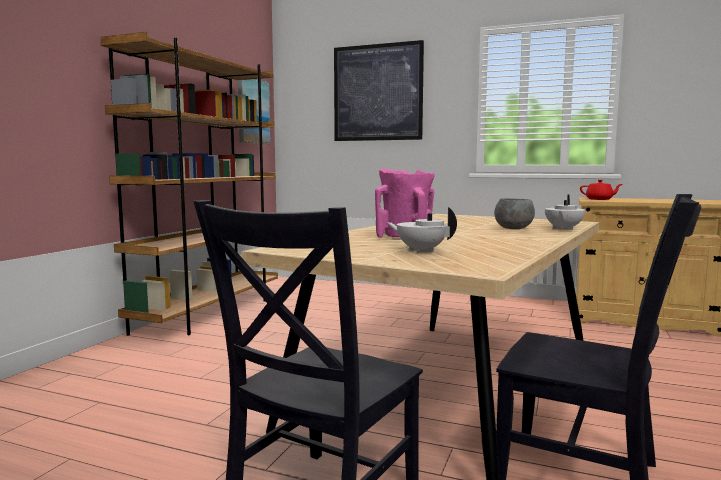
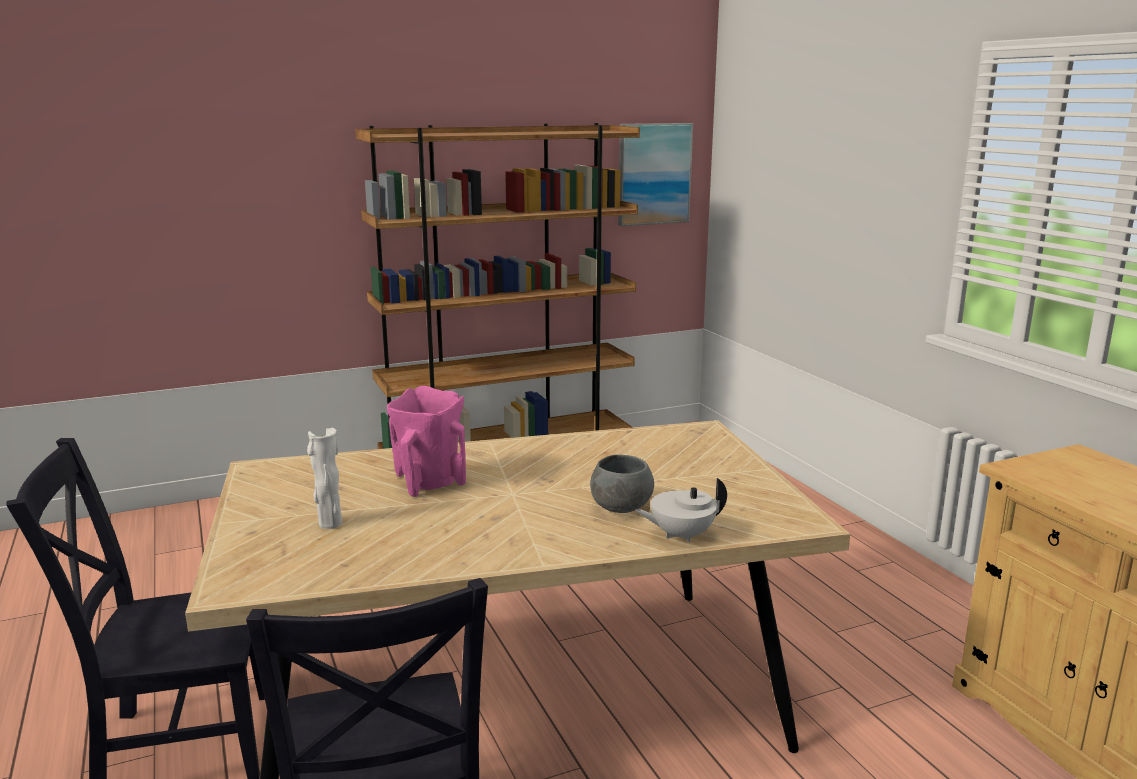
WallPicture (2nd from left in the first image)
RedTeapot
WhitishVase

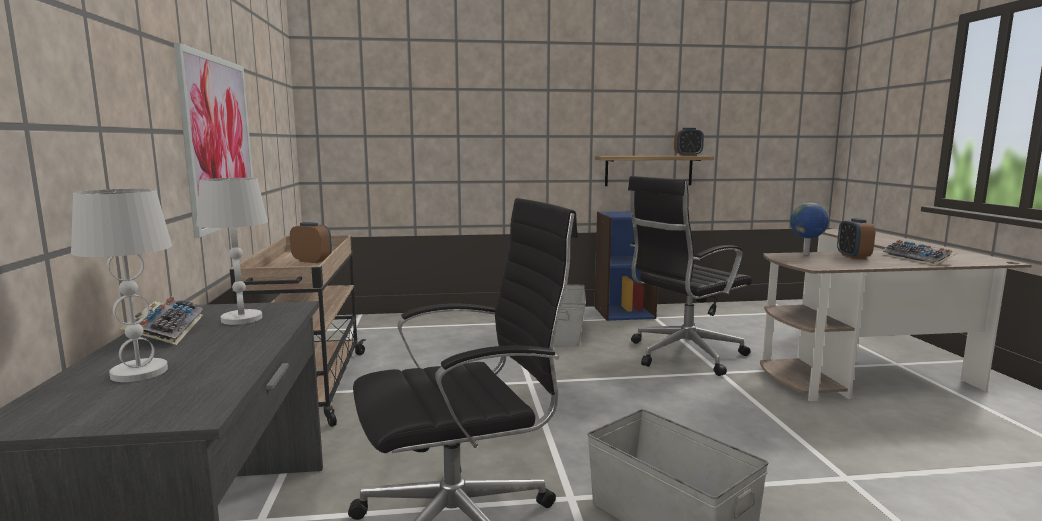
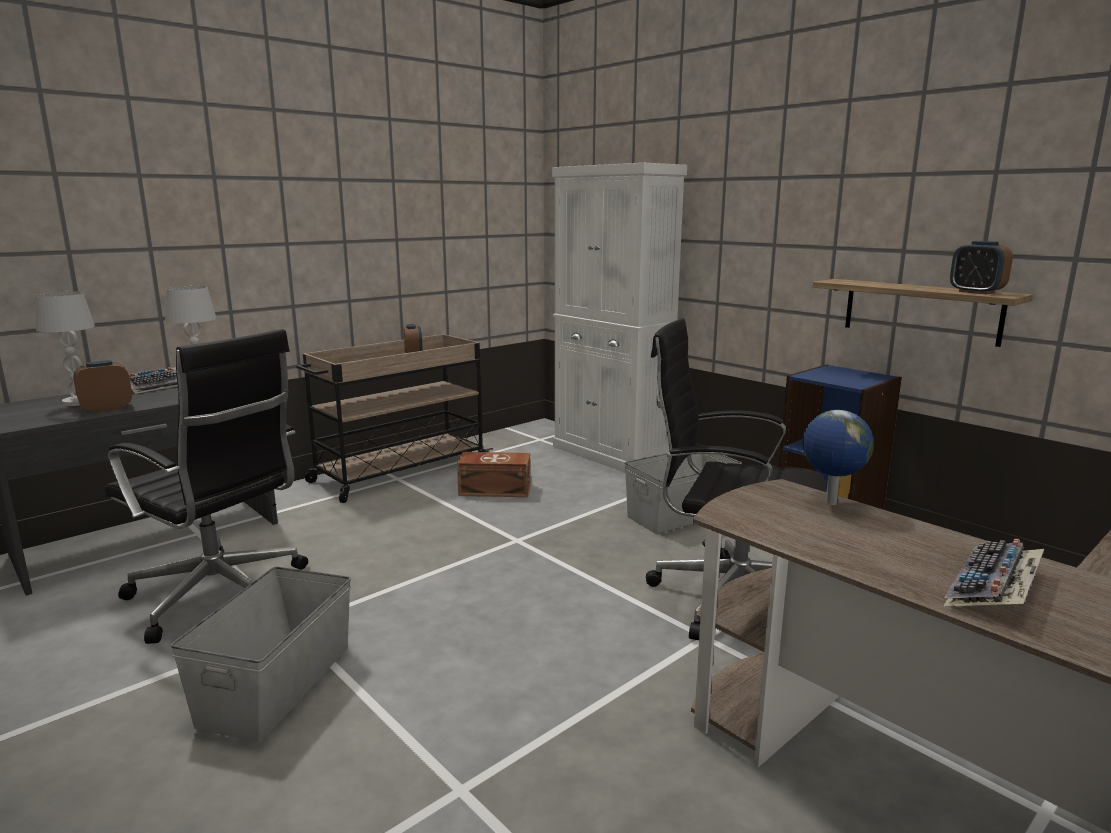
WallPicture
BrownishStorageContainer
WhitishCabinet
BedsideClock (1st from left)

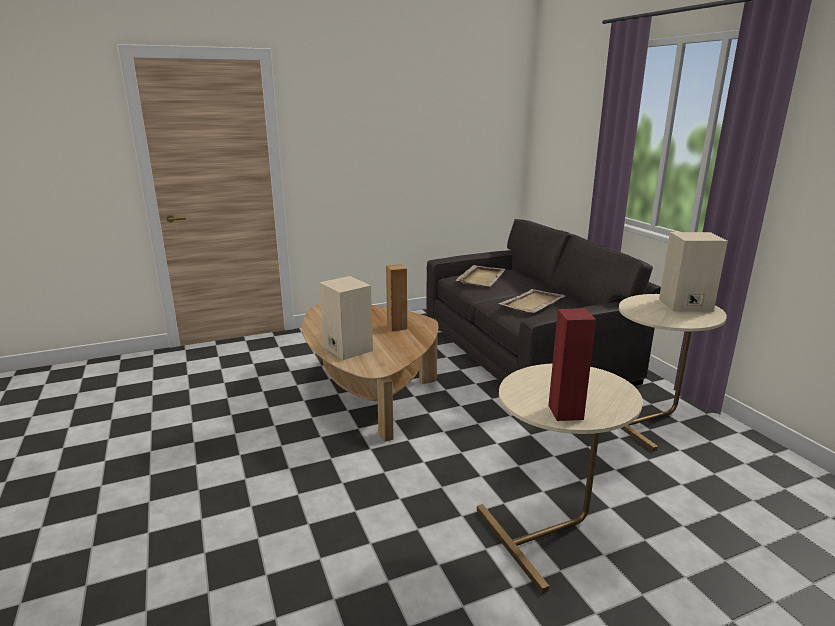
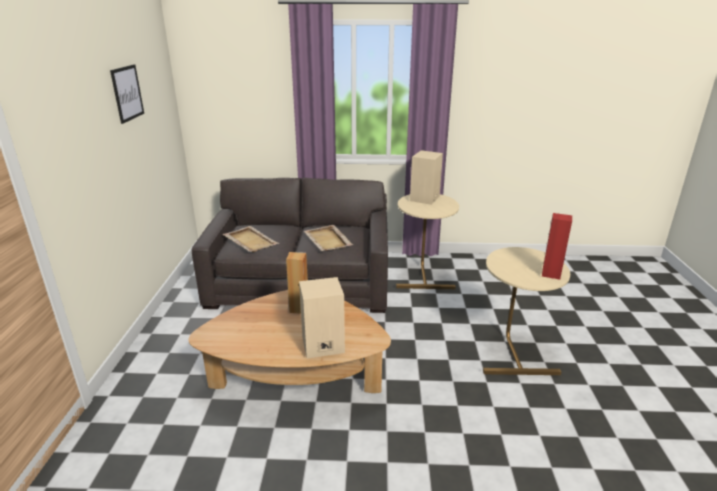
WallPicture

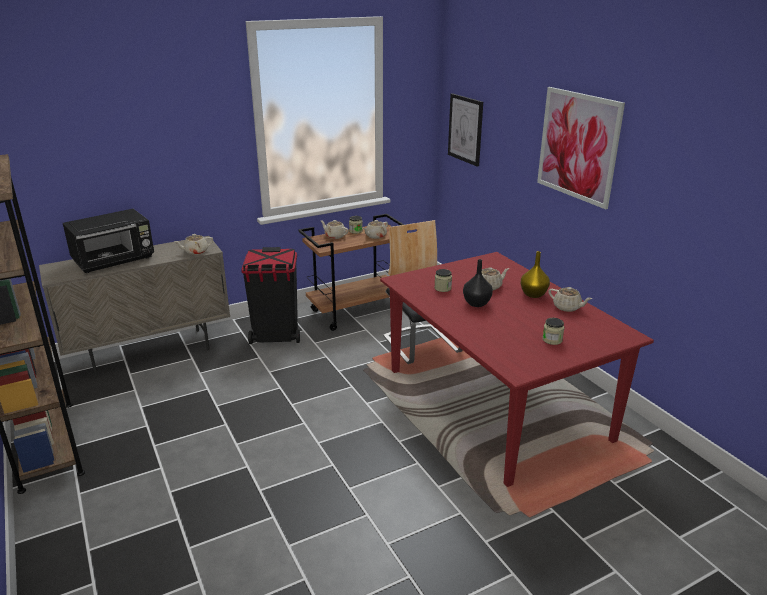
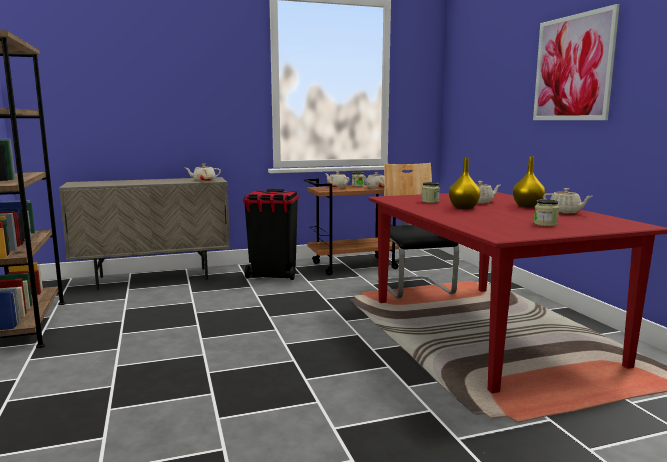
BlackColouredKitchenMicrowave
WallPicture (1st from left in the first image)
YellowishVase (1st from left)

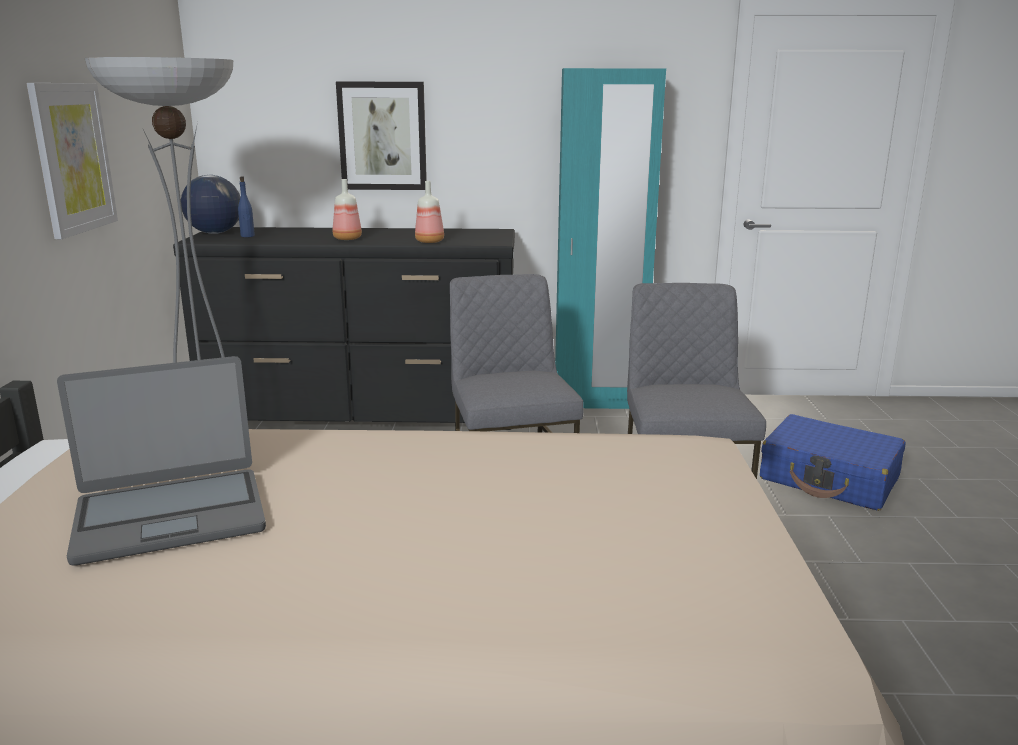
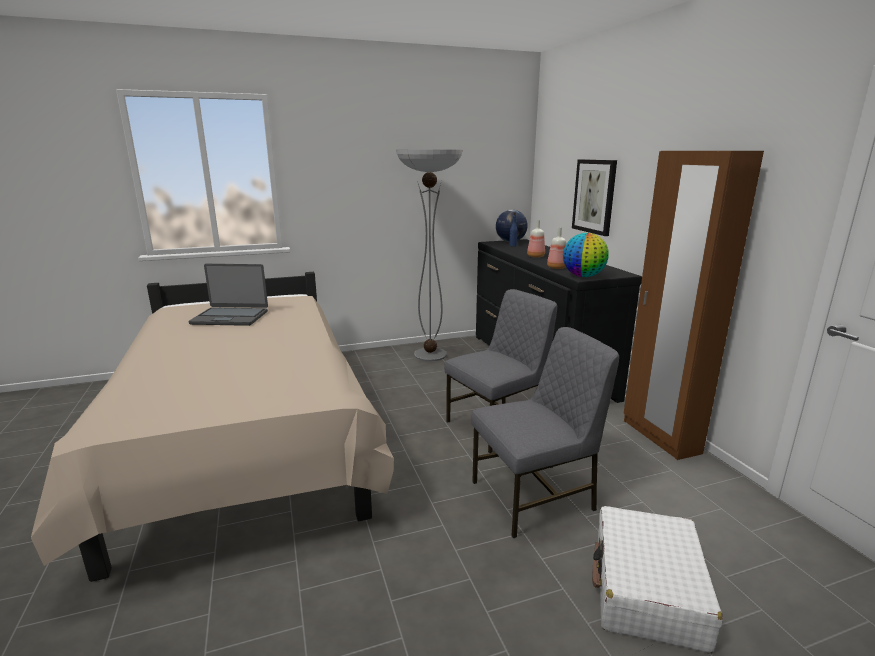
WallPicture (1st from left in the first image)
DeskGlobe (2nd from left)
BrownishWardrobe
WhitishSuitcase
Laptop

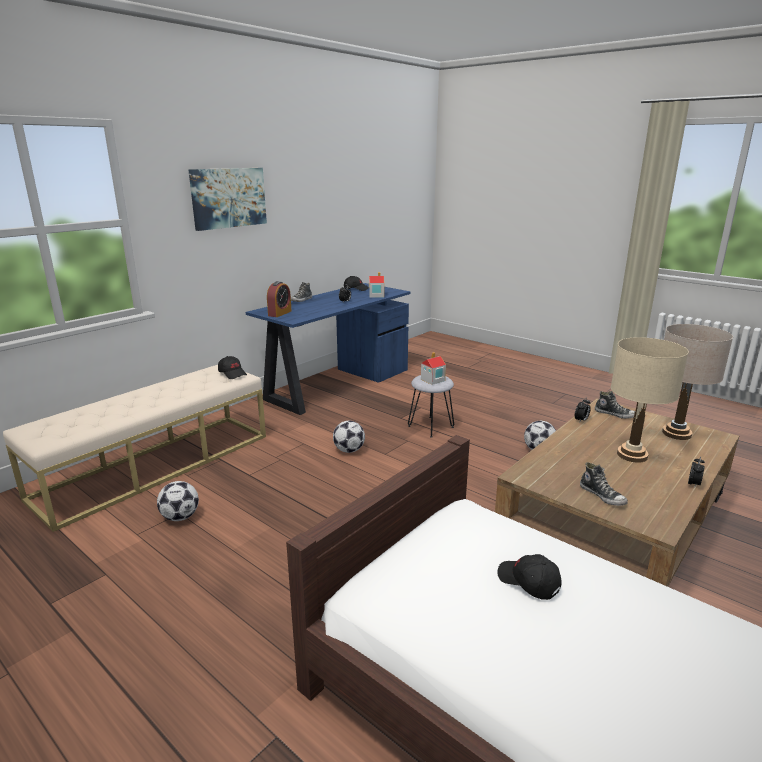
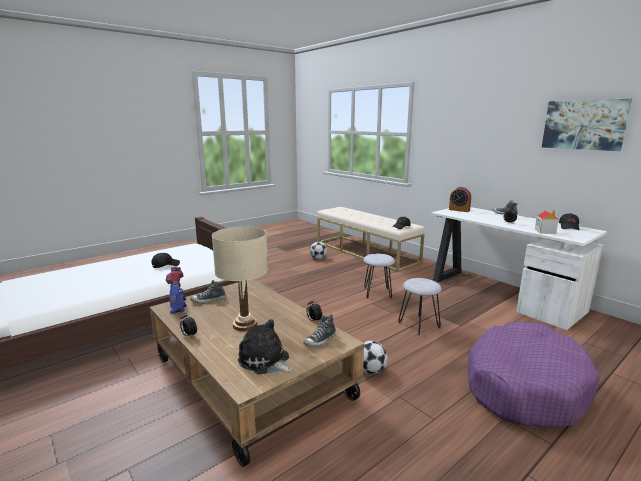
MiniatureHouse (2nd from left in the first image)
RobotFigure
PurpleDogCushion
WallPicture
GraySittingStool (1st from left)
PlushToy
WhitishDesk

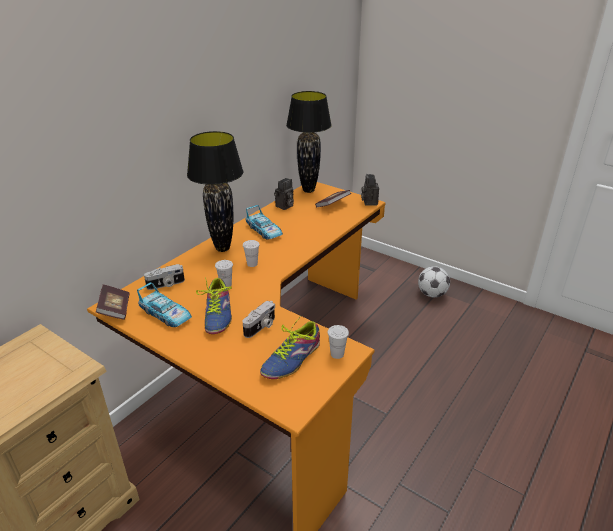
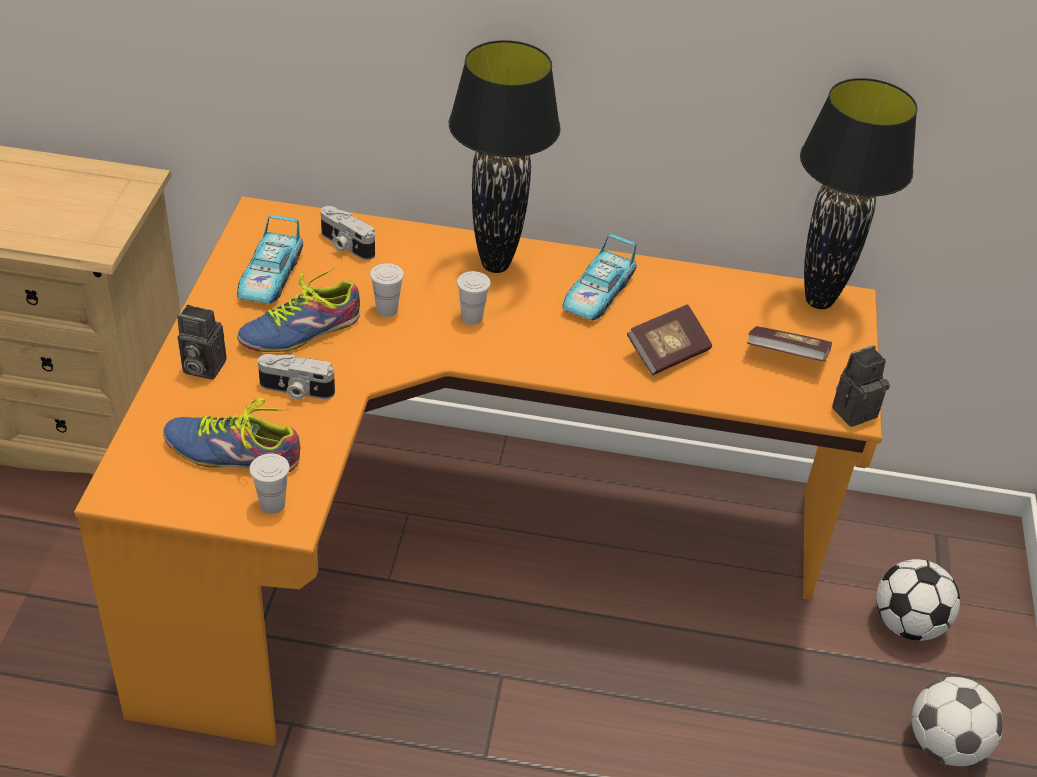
Football (1st from left)
Volume (1st from left)
StillCamera (1st from left)

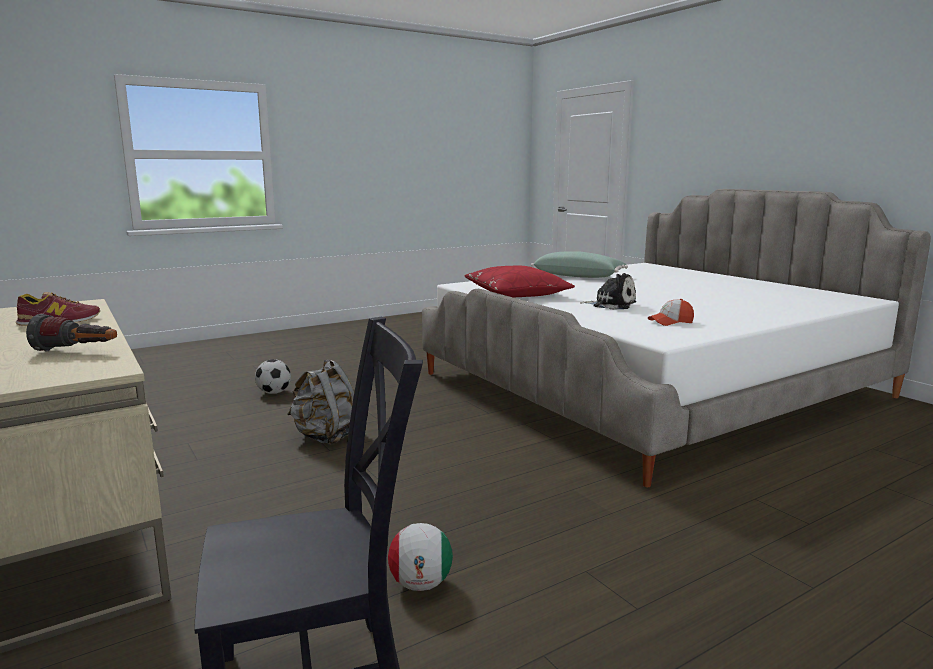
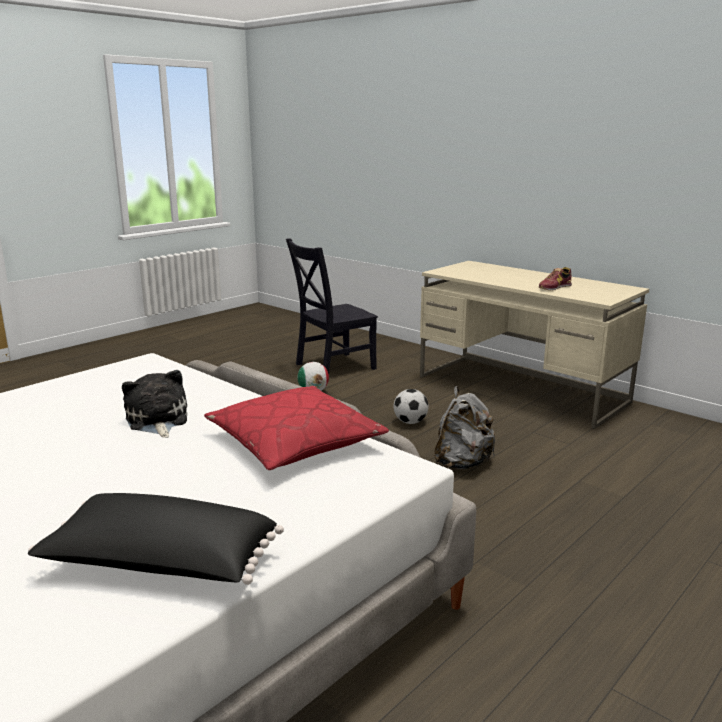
Flashlight
PeakedCap
Football (2nd from left)
BlackColouredThrowPillow
PlushToy

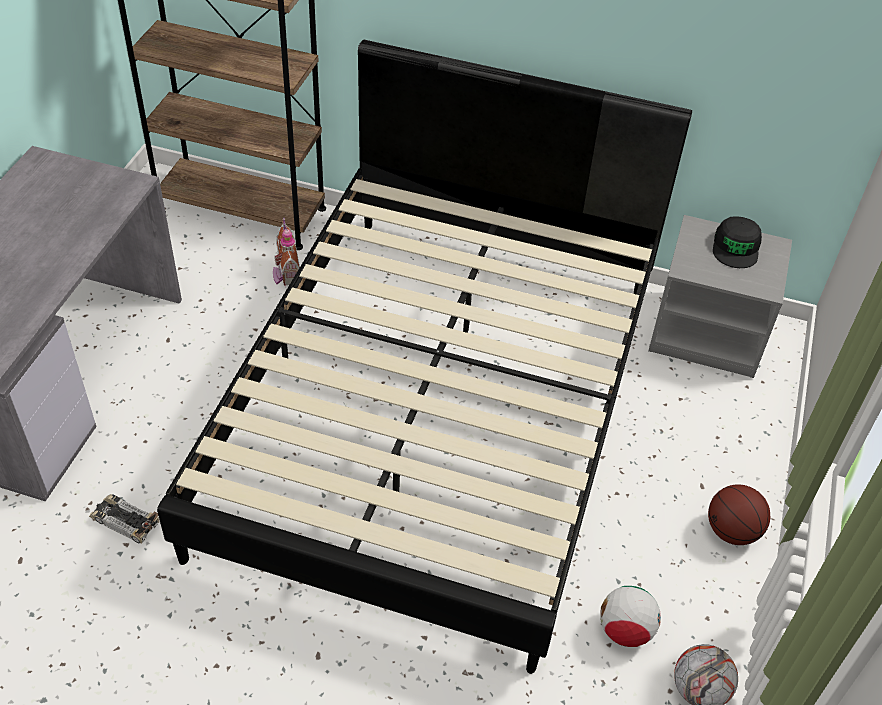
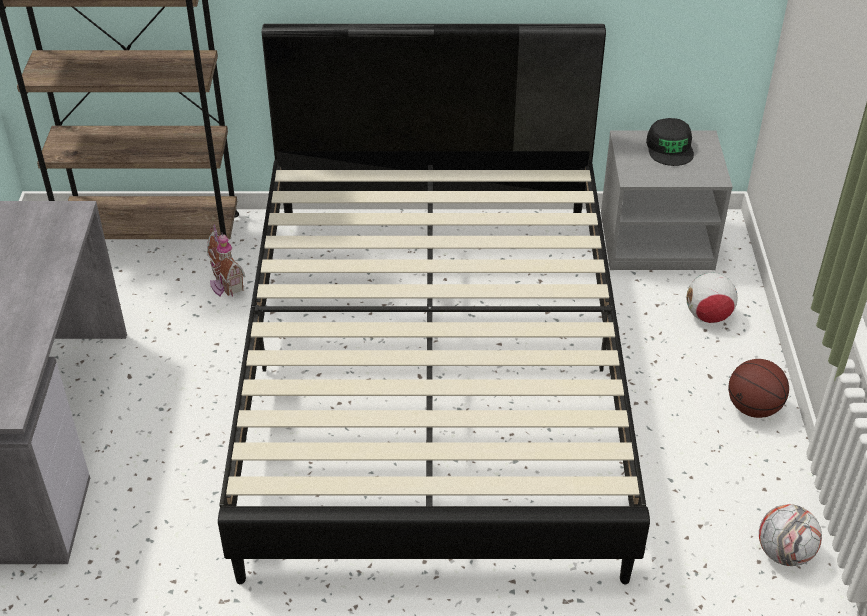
ToyCar
Football (1st from left)

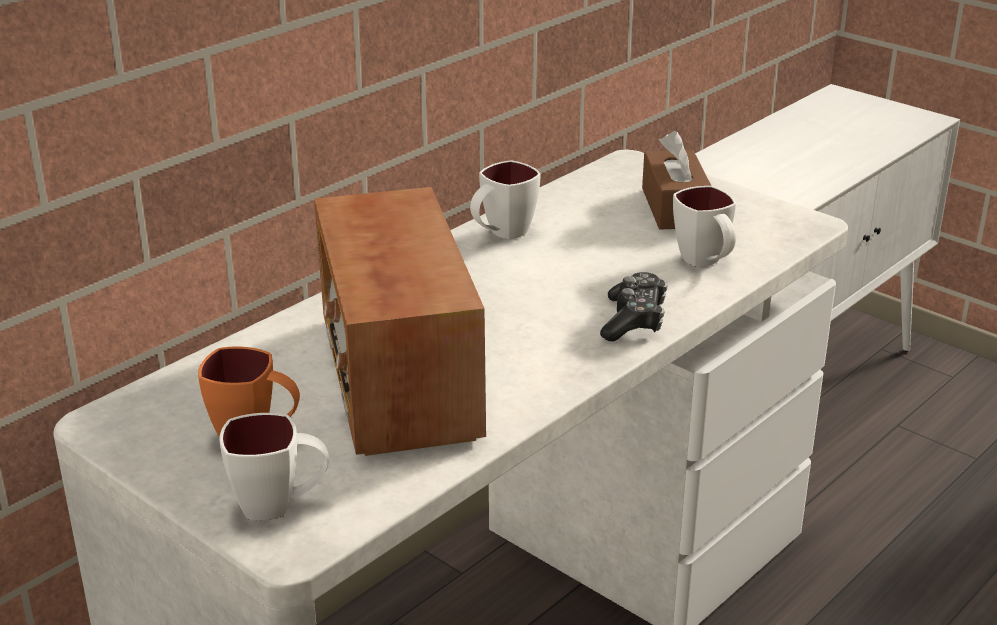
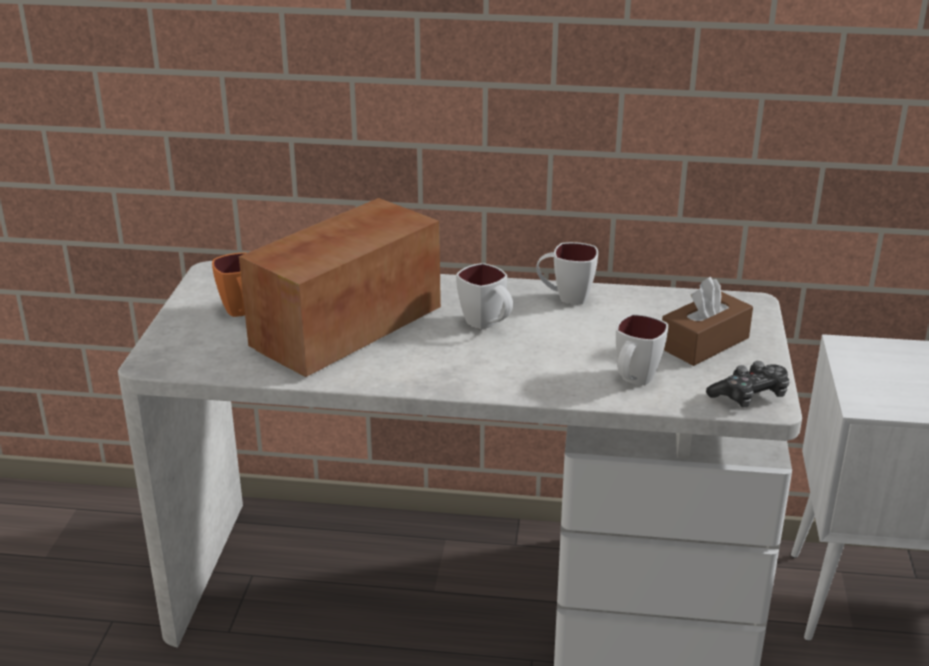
WhitishCoffeeMug (1st from left)
GameController

